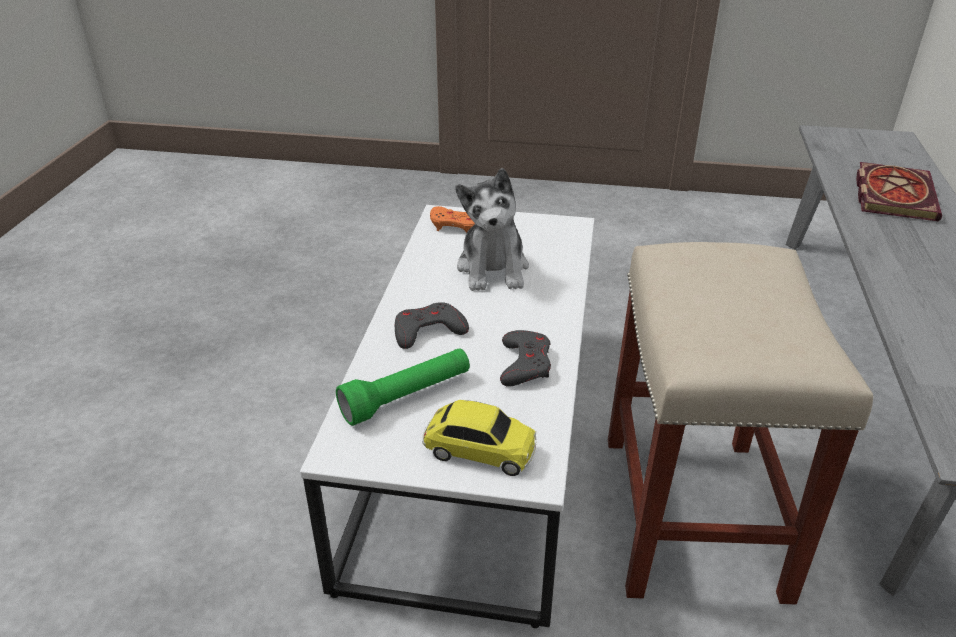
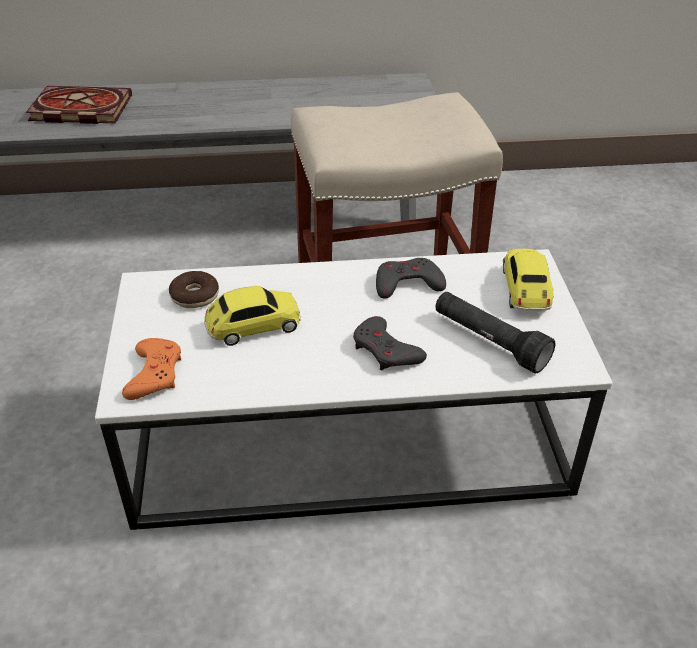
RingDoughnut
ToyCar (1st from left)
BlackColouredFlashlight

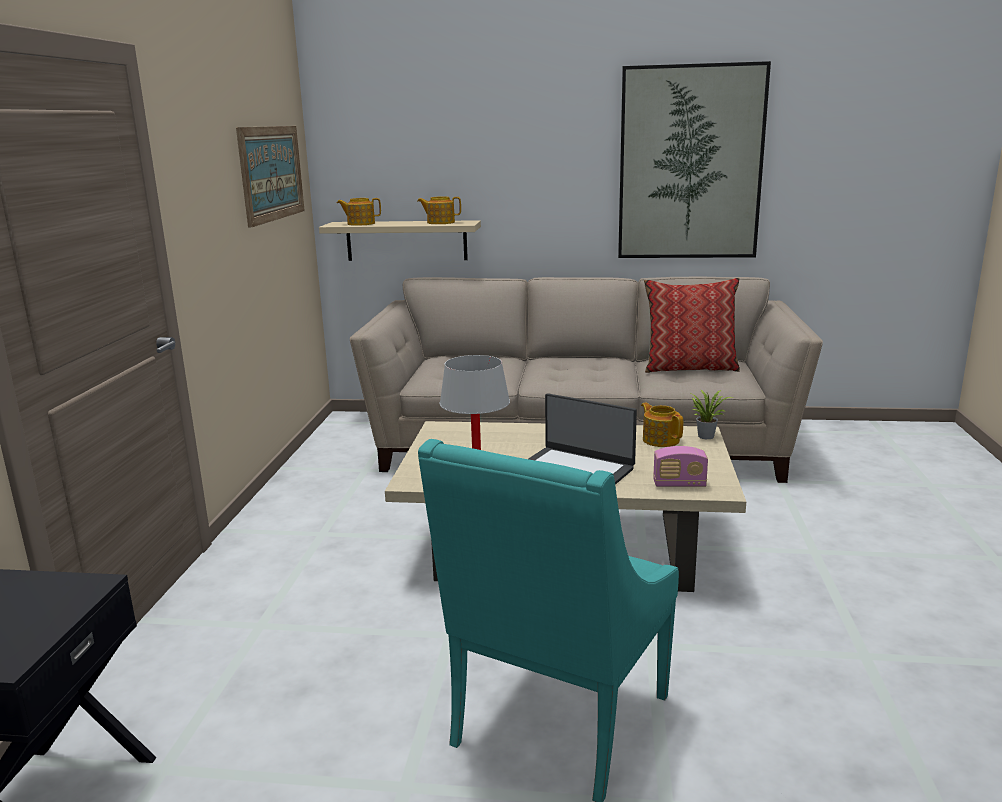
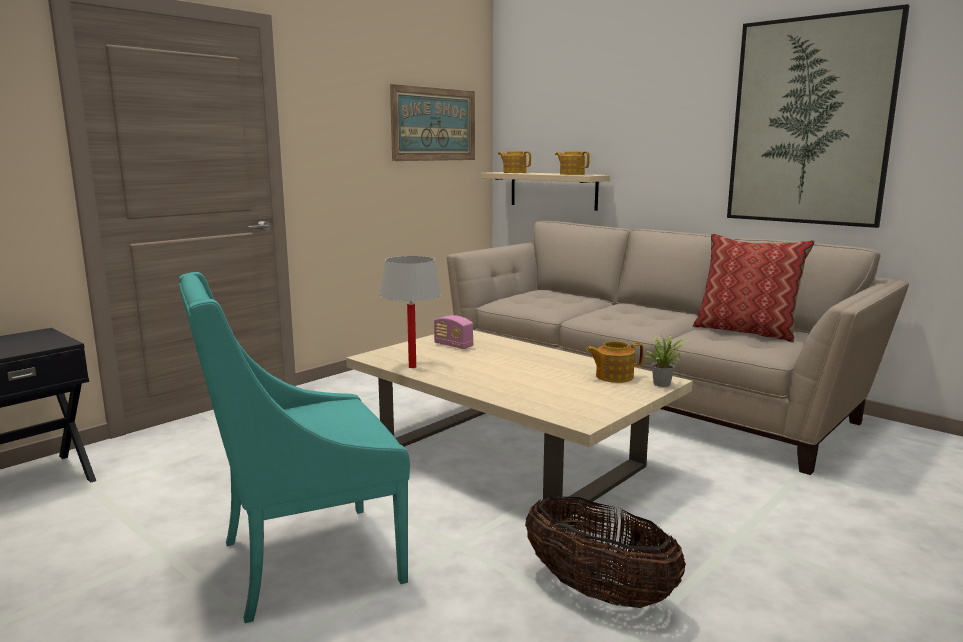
Laptop
Basket
Radio
Teapot (3rd from left)

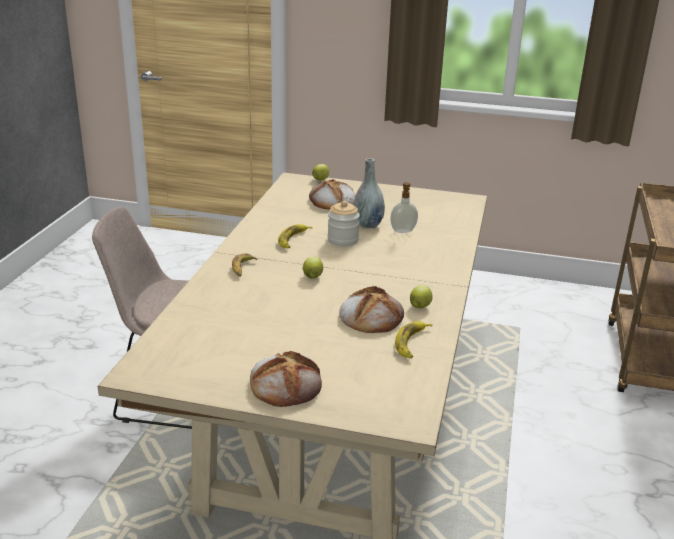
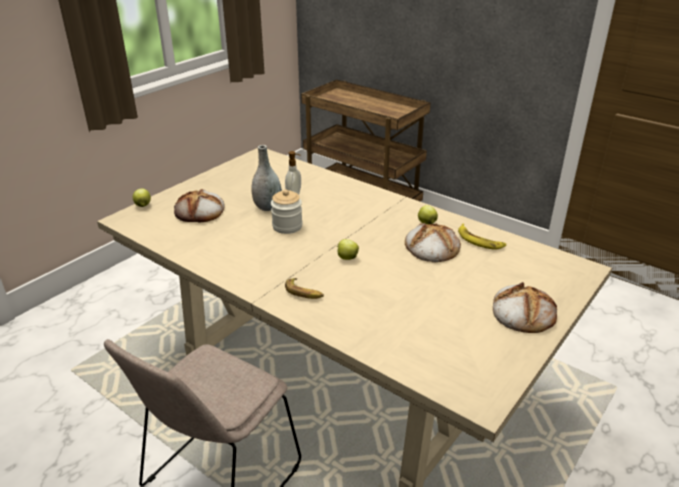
Banana (2nd from left in the first image)

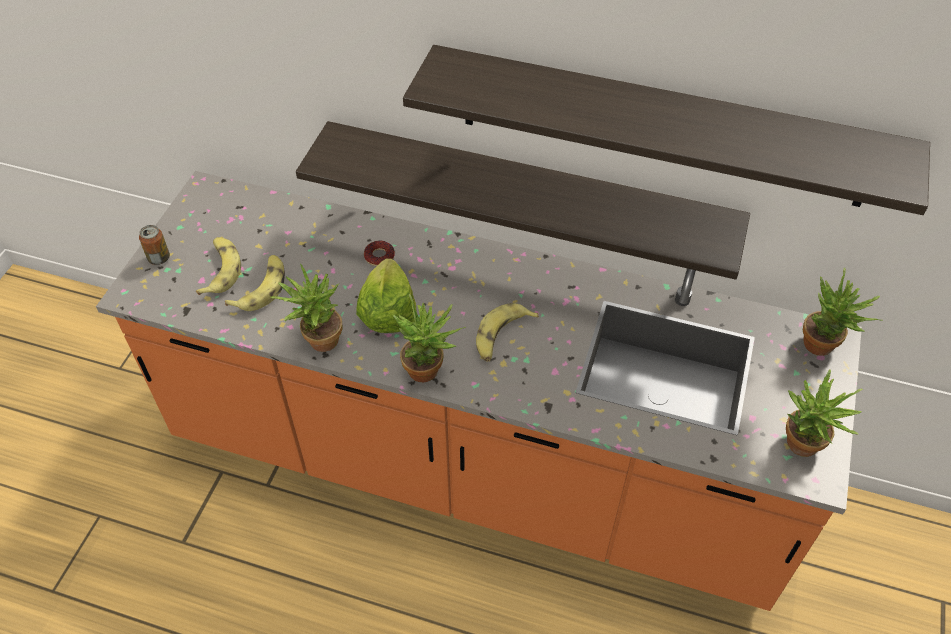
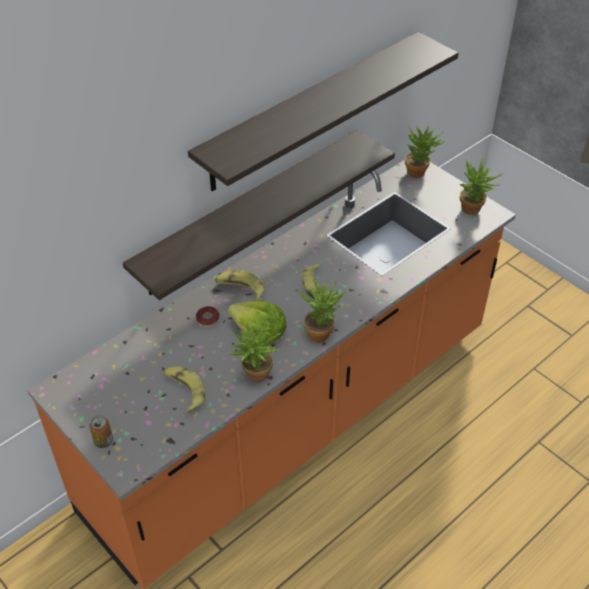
Banana (2nd from left)

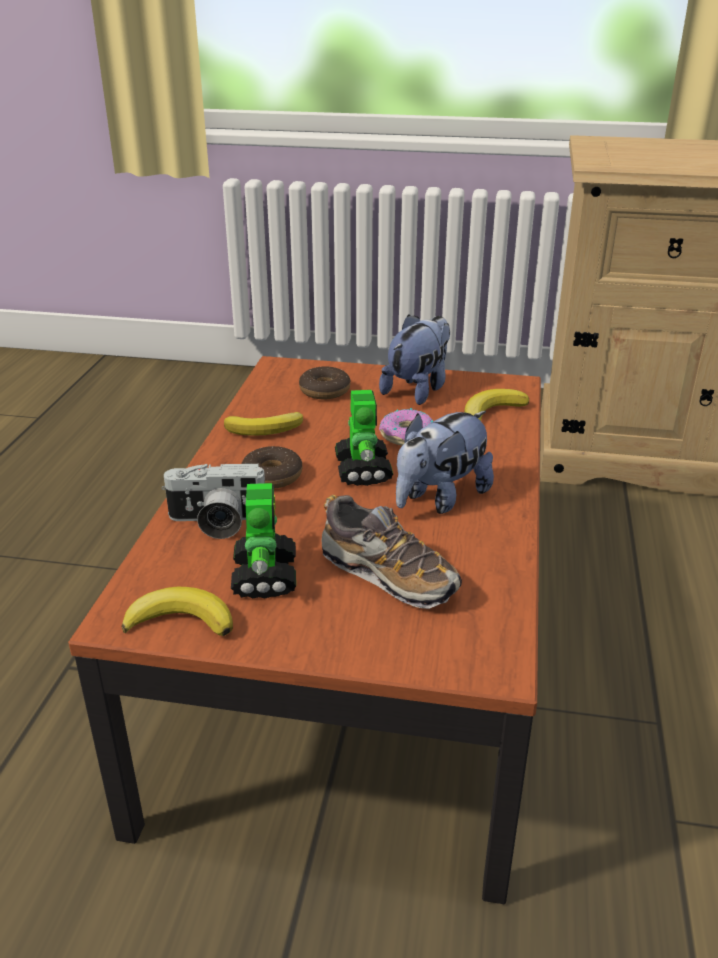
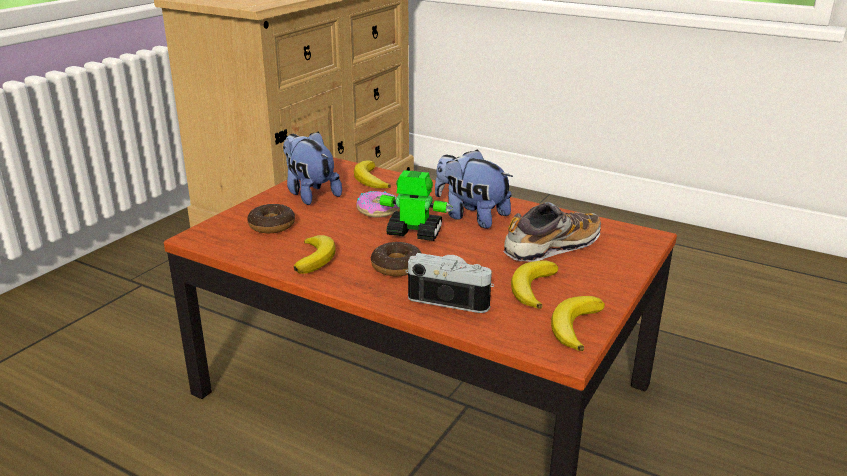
Banana (3rd from left)
StillCamera
PlushToy (2nd from left)

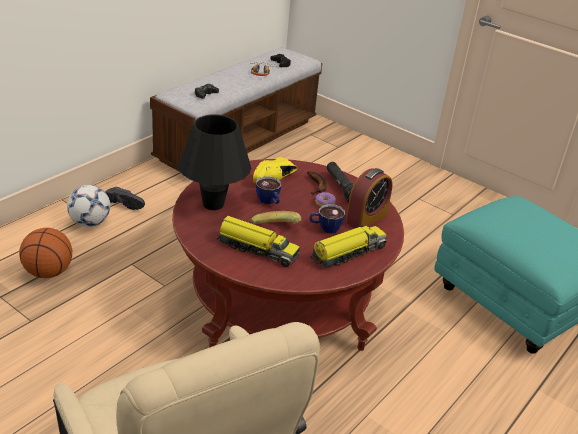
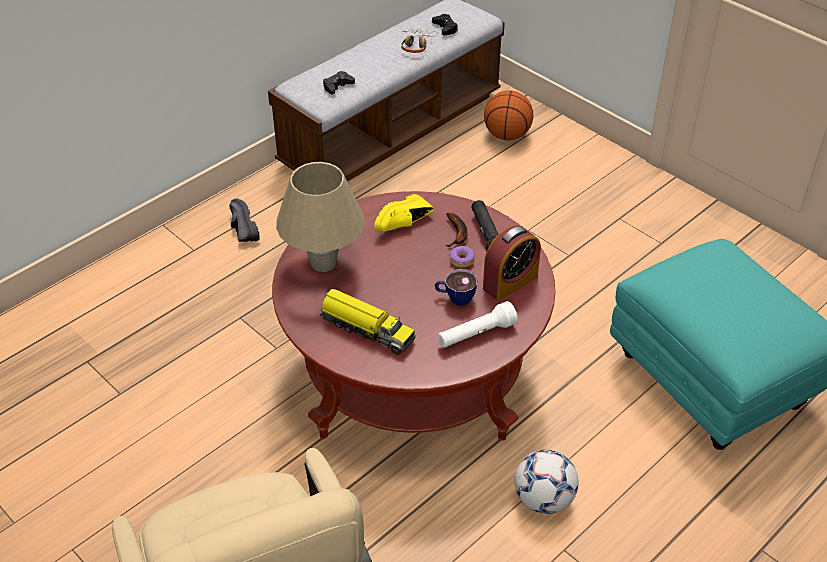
Banana (1st from left in the first image)
Cup (1st from left in the first image)
BasketballBall
Football
WhitishFlashlight
BeigeTableLamp
BlackColouredLowShoe

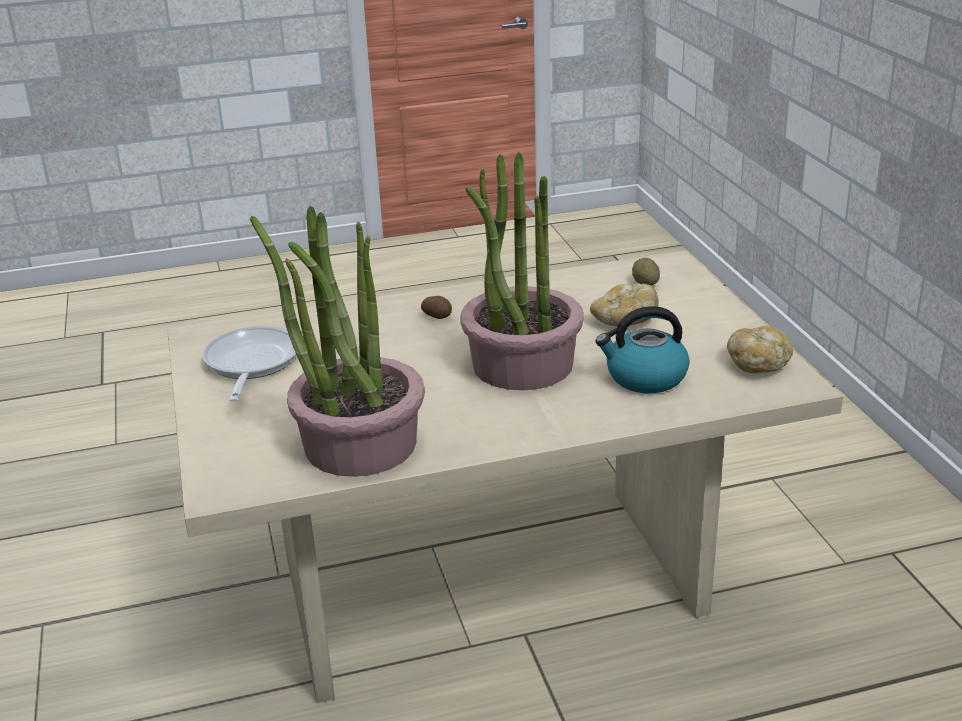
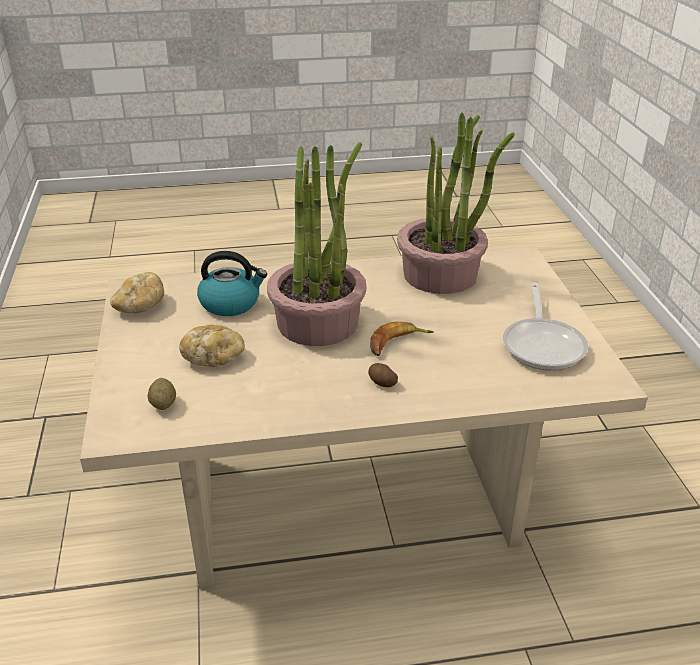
Banana

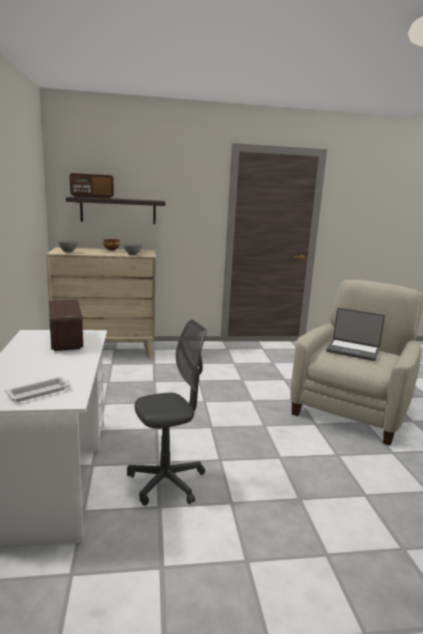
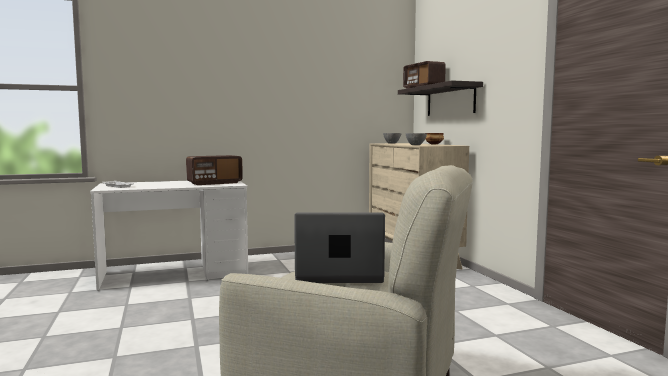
GrayComputerChair
Laptop

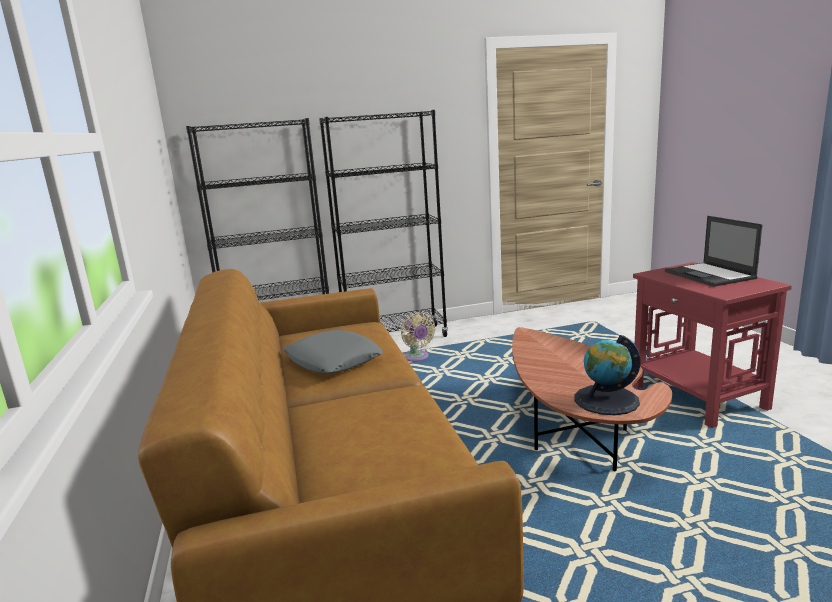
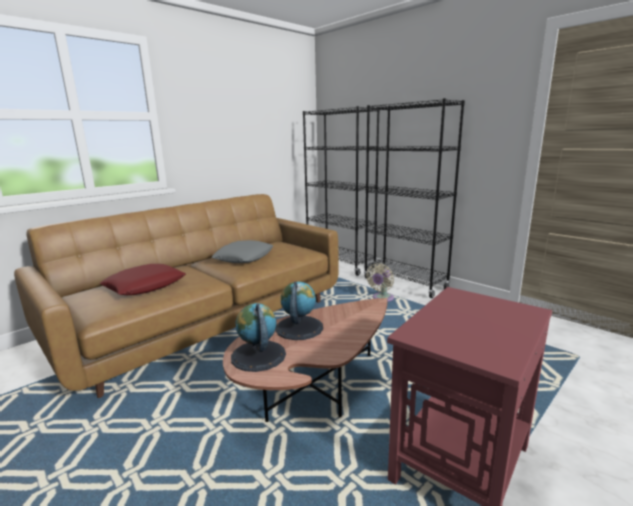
Laptop
RedThrowPillow
DeskGlobe (2nd from left)

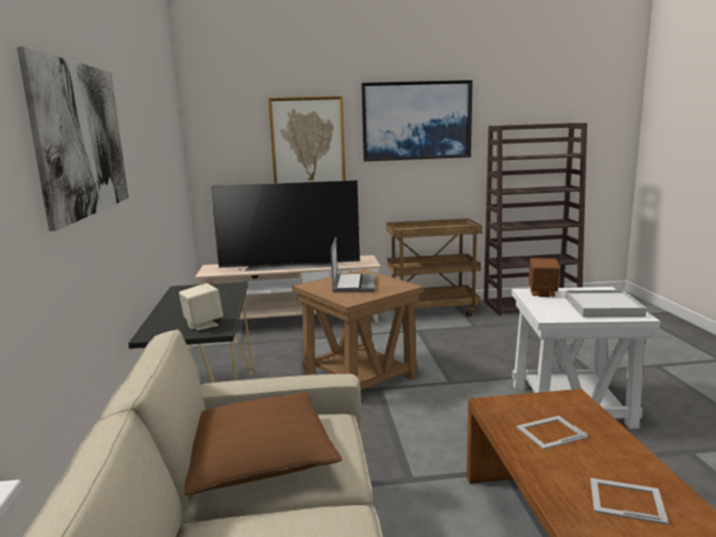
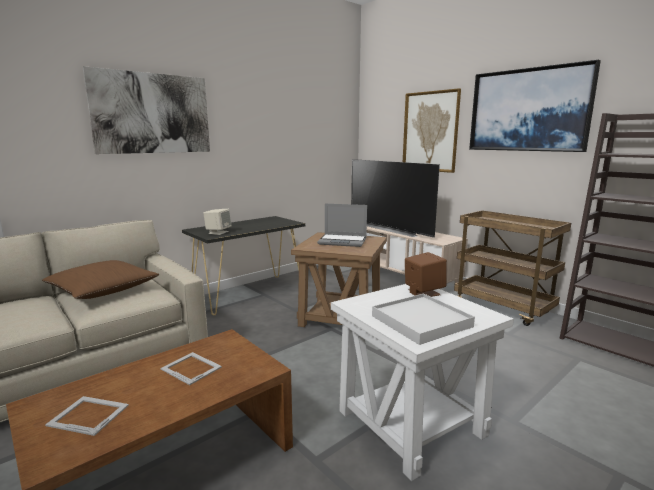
Laptop
PictureFrame (1st from left)

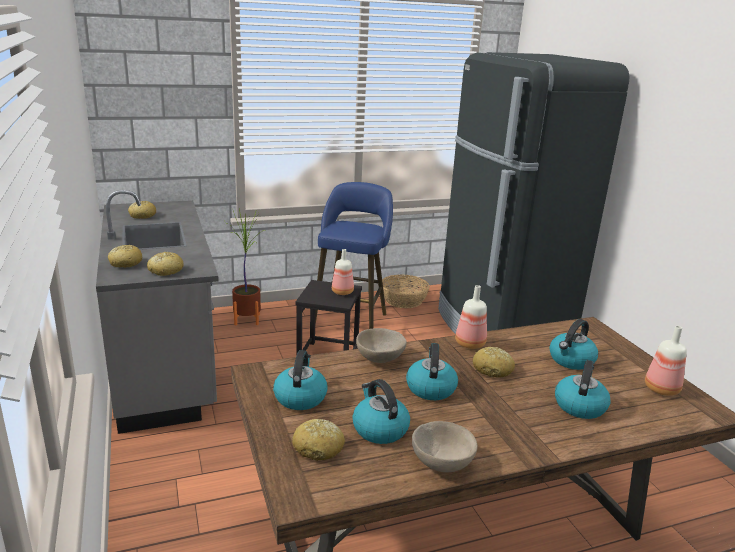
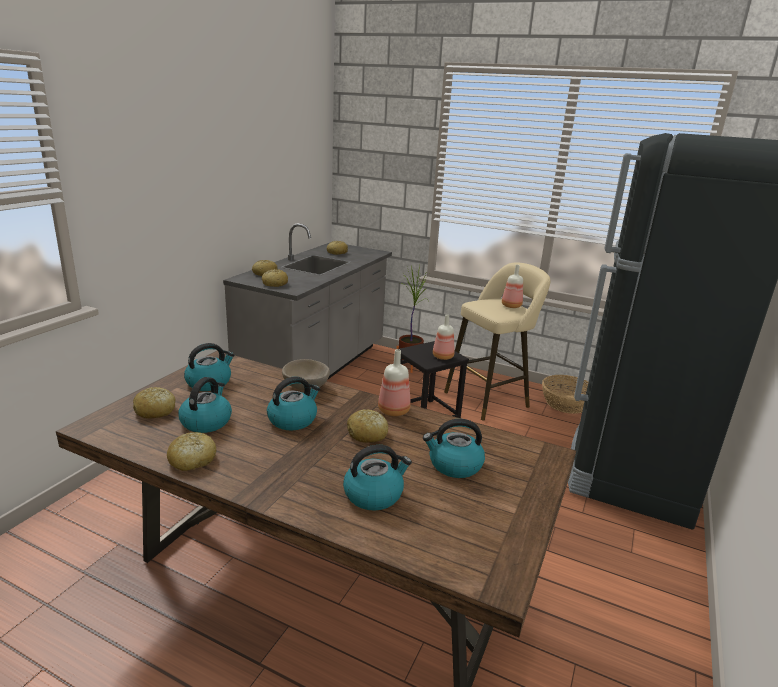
BeverageBottle (3rd from left)
BakeryBread (2nd from left)
BeigeSittingStool

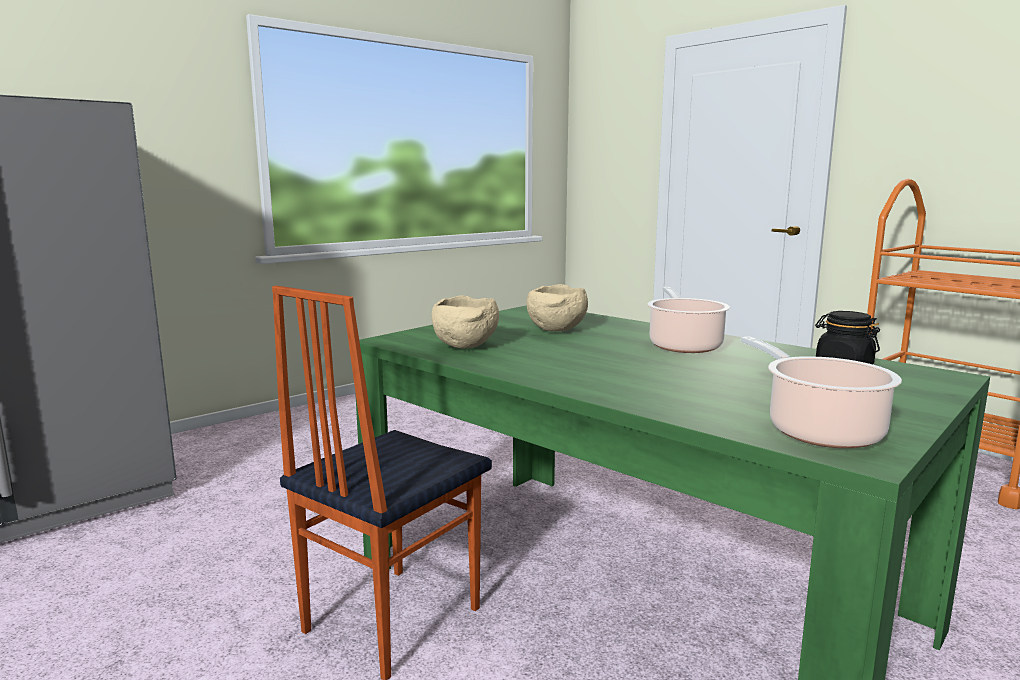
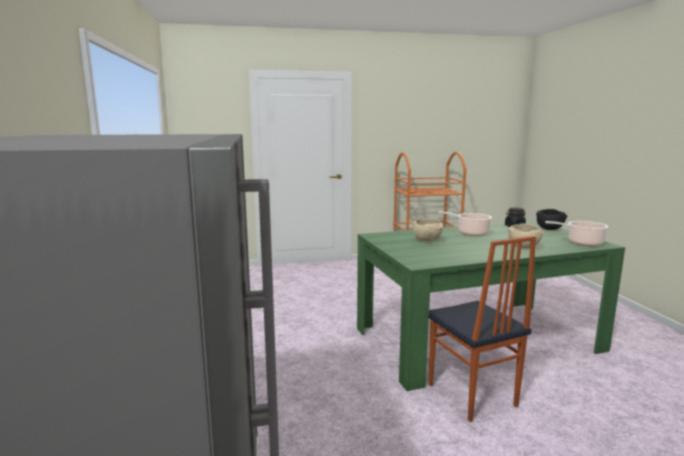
BlackColouredDeepDish
BeigeDeepDish (2nd from left)

